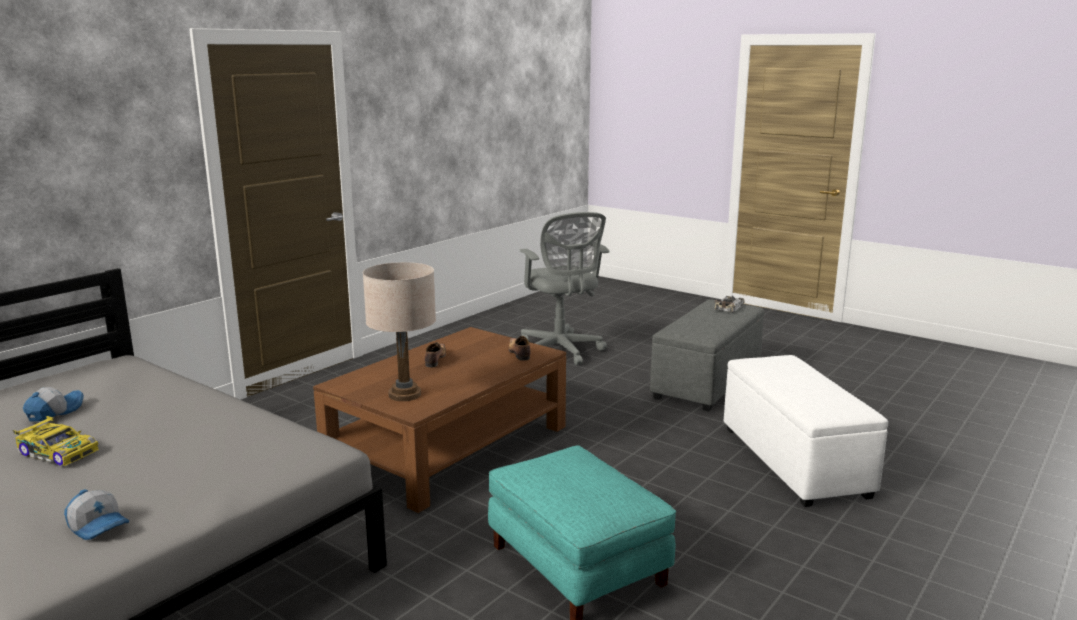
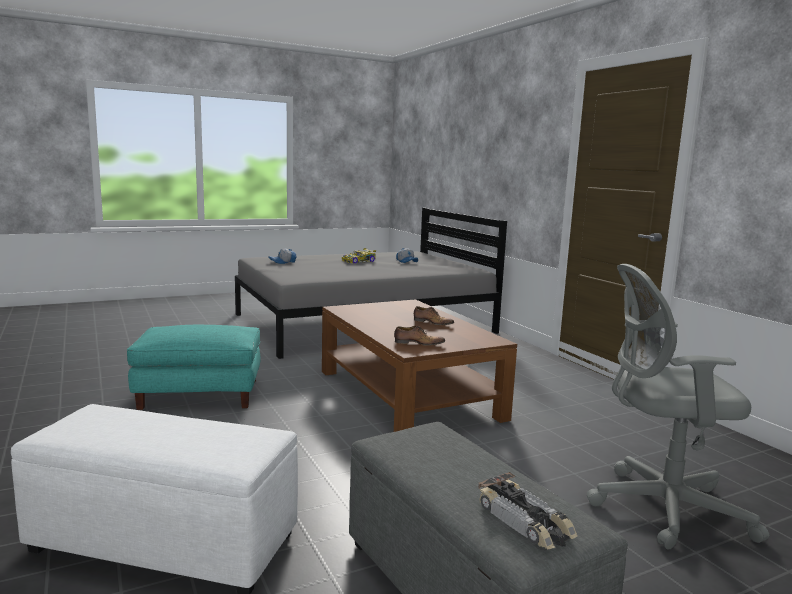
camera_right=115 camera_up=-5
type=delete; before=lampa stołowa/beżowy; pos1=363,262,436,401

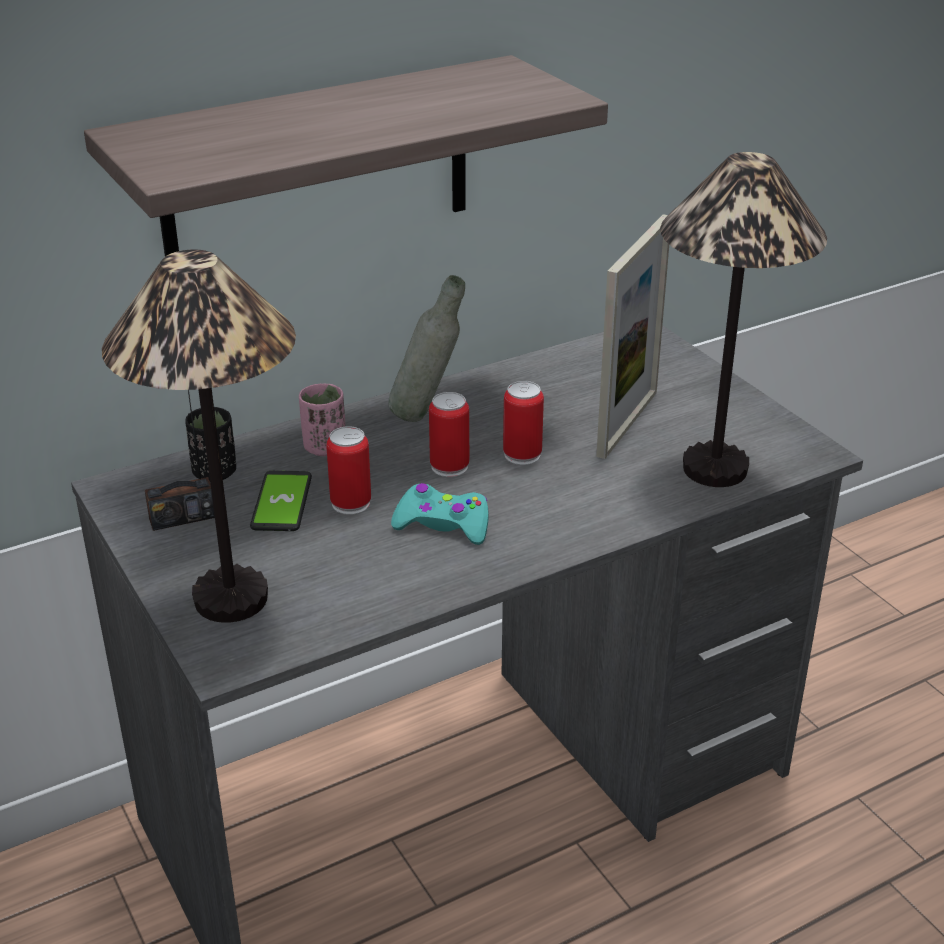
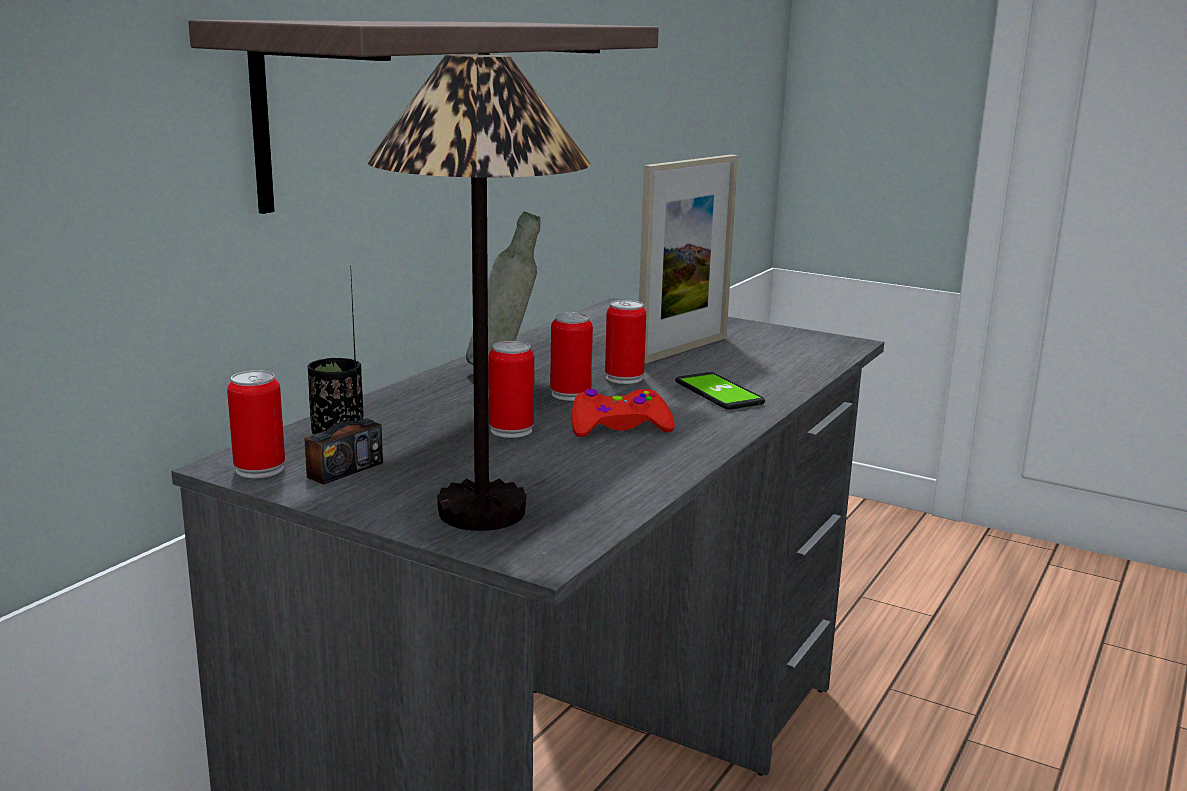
camera_right=-30 camera_up=-15
type=insert; after=puszka; pos2=227,370,285,478
type=recolor; before=pad do gier/turkusowy; after=pad do gier/czerwony; pos1=391,483,489,545; pos2=572,389,675,437
type=rotate; before=ramka na zdjęcie; pos1=596,214,669,459; pos2=639,155,738,364; turn=45
type=move; before=telefon; pos1=250,471,312,531; pos2=675,372,765,410
type=delete; before=filiżanka/różowy; pos1=299,383,346,456
type=delete; before=lampa stołowa; pos1=660,152,827,487

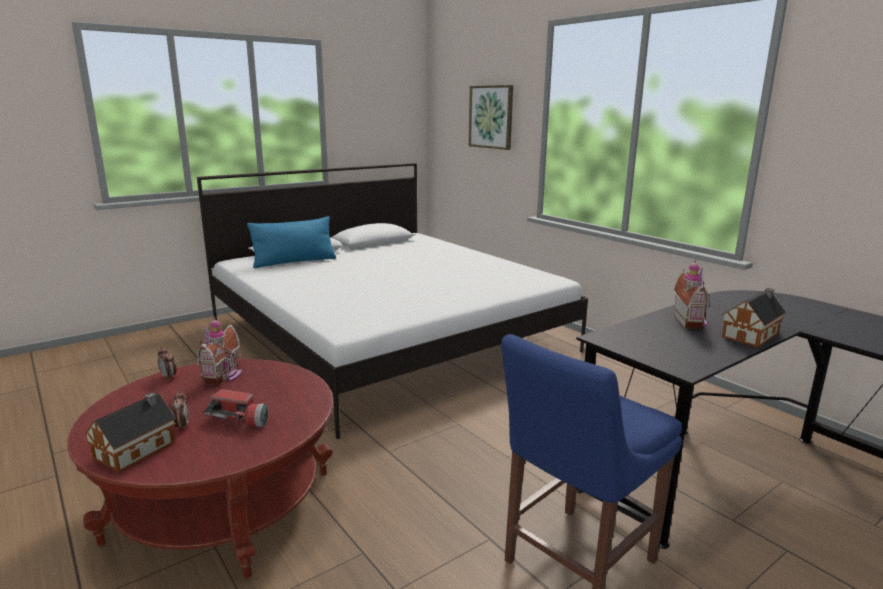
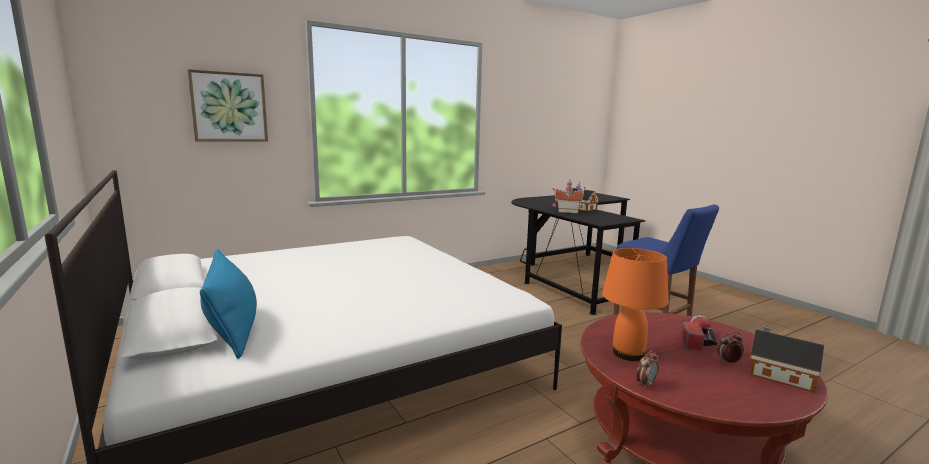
camera_right=-85 camera_up=-5
type=replace; before=domek; after=lampa stołowa/pomarańczowy; pos1=197,316,242,385; pos2=602,248,669,361

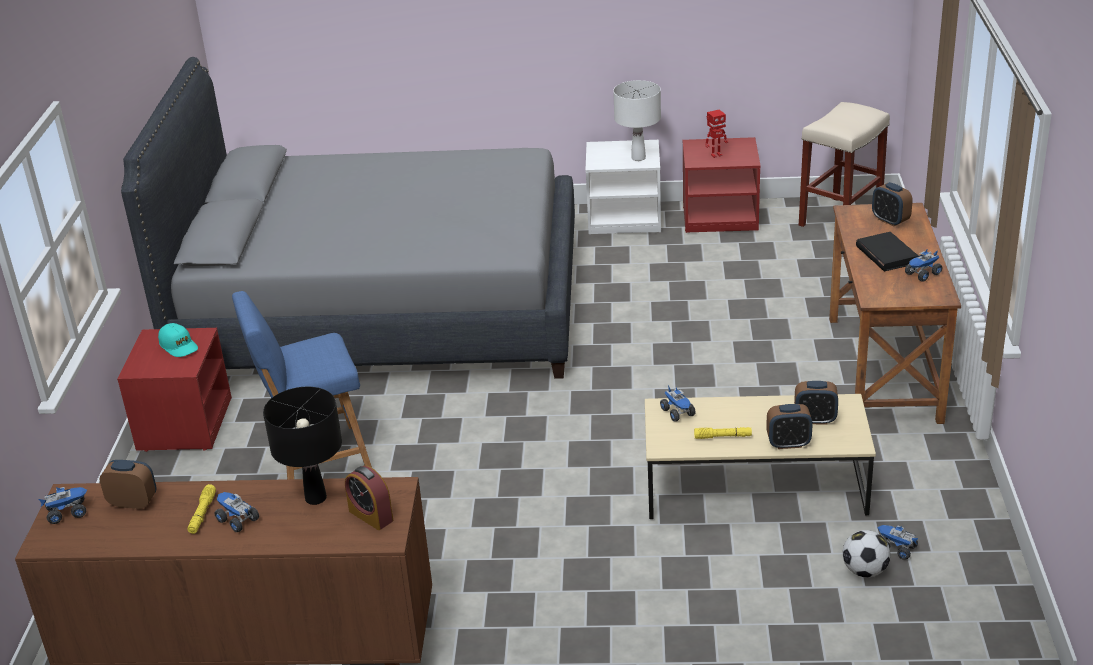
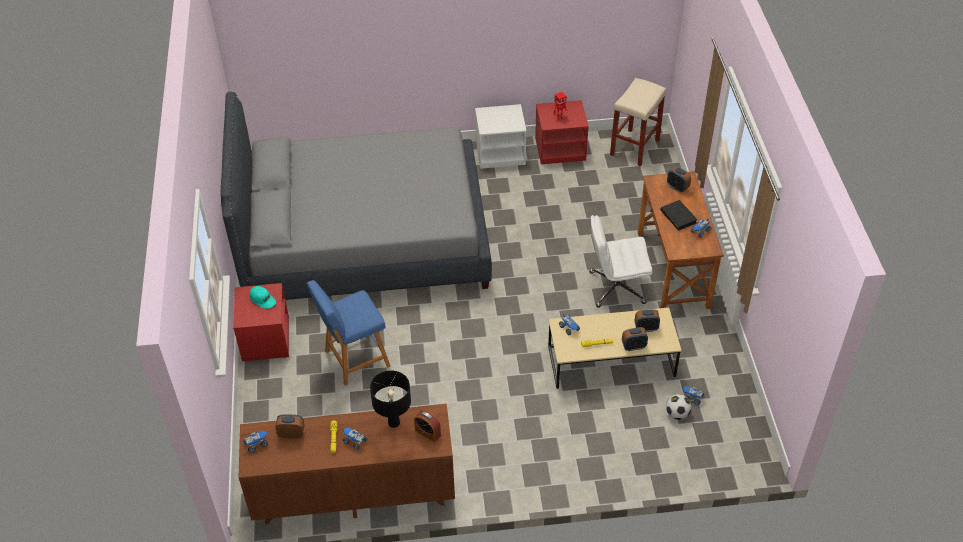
camera_right=-10 camera_up=15
type=insert; after=krzesło biurowe/biały; pos2=589,215,653,307
type=delete; before=lampa stołowa/biały; pos1=613,80,661,161

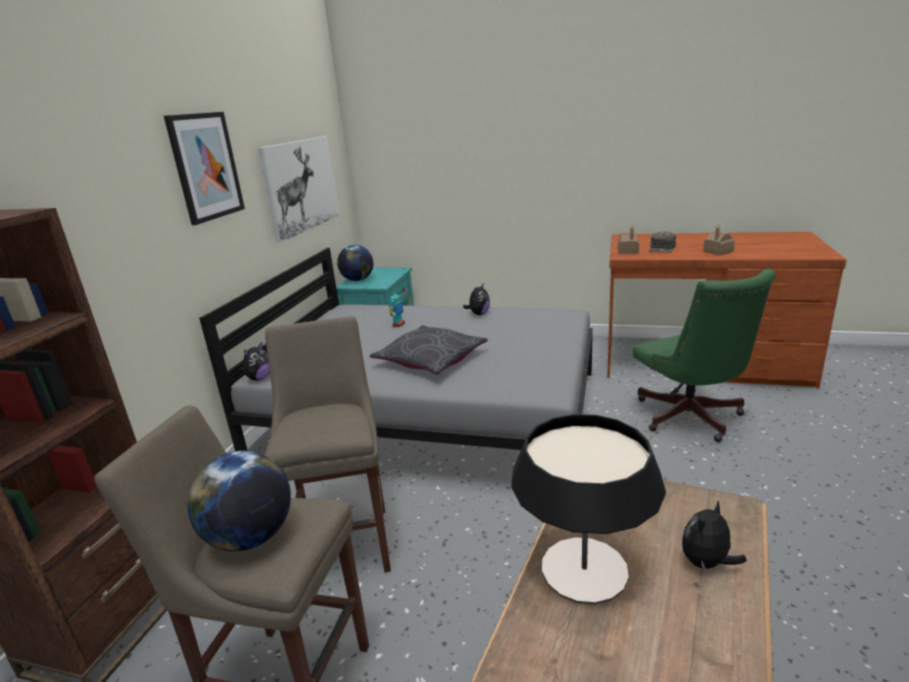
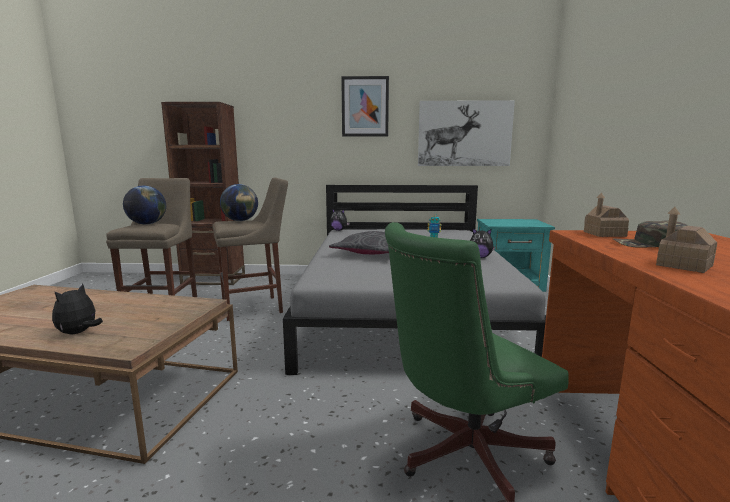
camera_right=75 camera_up=-10
type=rotate; before=pluszak; pos1=682,501,747,573; pos2=52,284,103,334; turn=-105
type=move; before=globus; pos1=337,245,373,281; pos2=220,184,258,221
type=delete; before=lampa stołowa; pos1=511,414,666,604

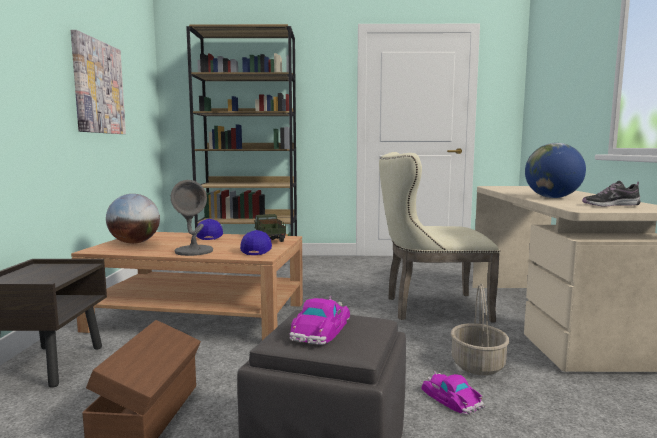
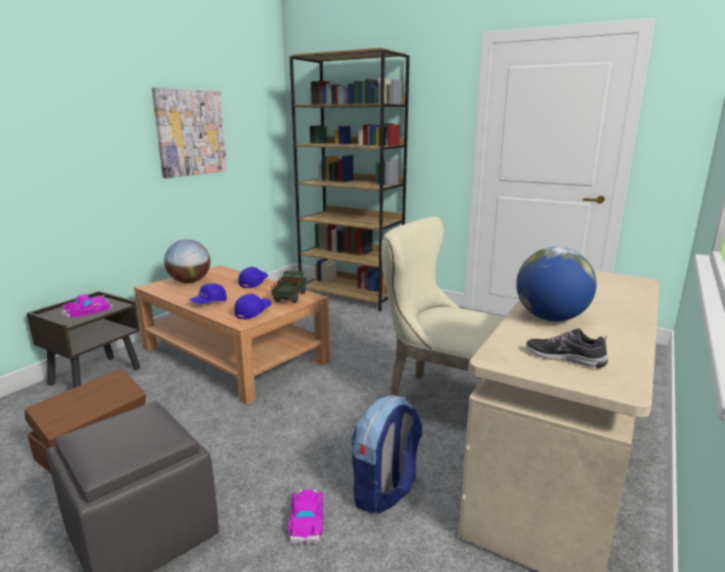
camera_right=30 camera_up=10
type=move; before=samochodzik; pos1=289,296,350,345; pos2=61,295,113,318
type=replace; before=lampa stołowa/szary; after=czapka z daszkiem/niebieski; pos1=171,180,213,256; pos2=188,283,227,304
type=replace; before=koszyk; after=plecak; pos1=451,283,509,375; pos2=351,395,422,514

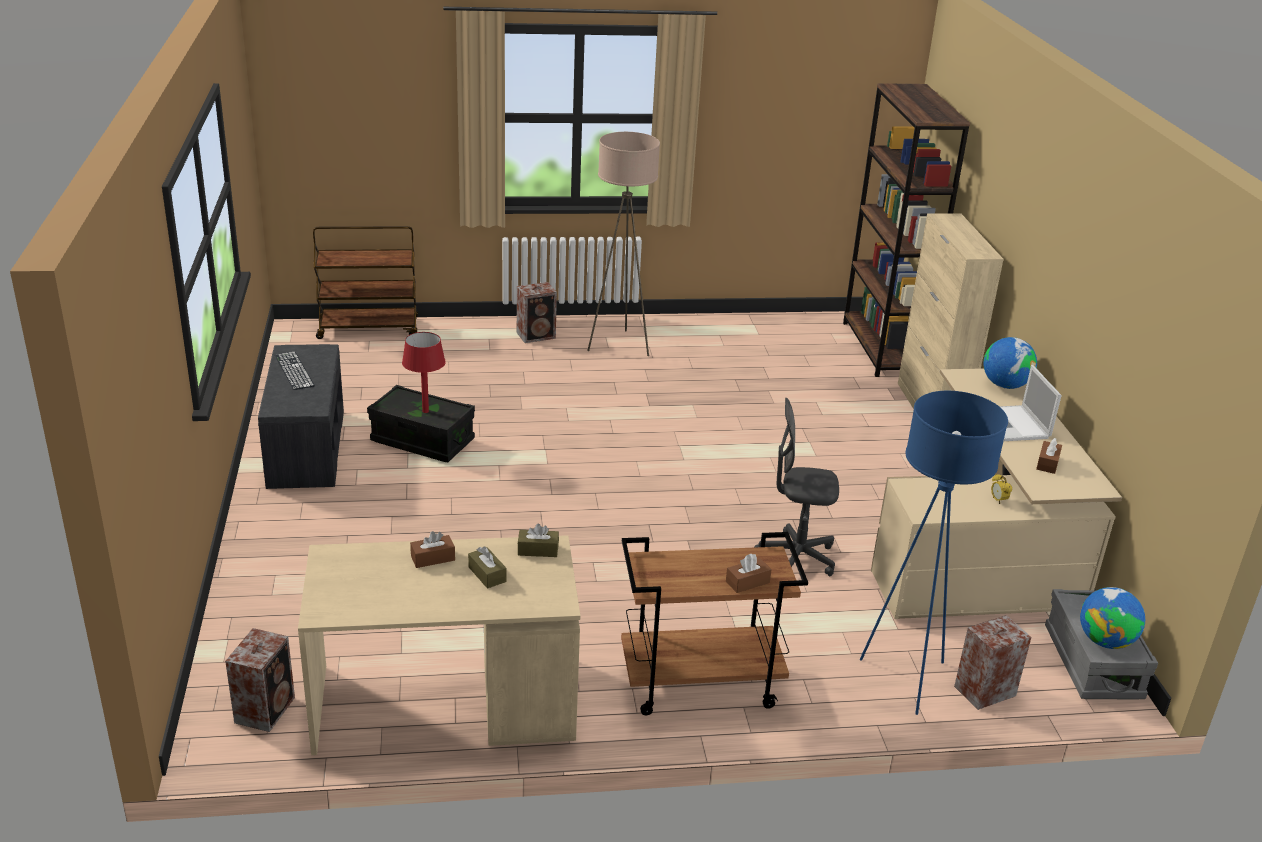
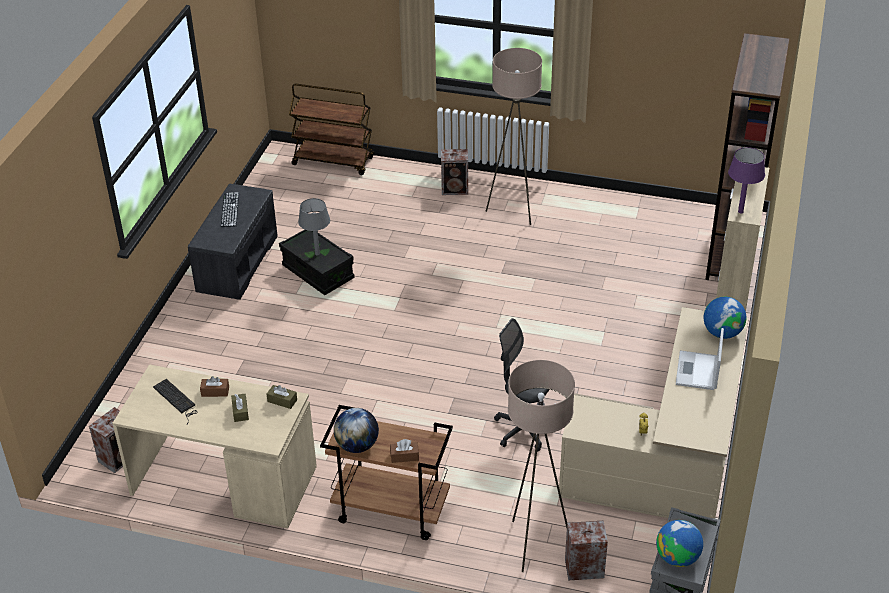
camera_right=25 camera_up=10
type=insert; after=klawiatura; pos2=153,379,198,425
type=recolor; before=lampa stołowa/czerwony; after=lampa stołowa/szary; pos1=402,332,446,413; pos2=298,198,330,256
type=insert; after=globus; pos2=334,408,379,453
type=recolor; before=lampa stojąca/niebieski; after=lampa stojąca/beżowy; pos1=860,391,1008,715; pos2=508,360,575,572
type=insert; after=lampa stołowa/fioletowy; pos2=728,147,765,213
type=delete; before=pudełko chusteczek/brązowy; pos1=1036,438,1062,474

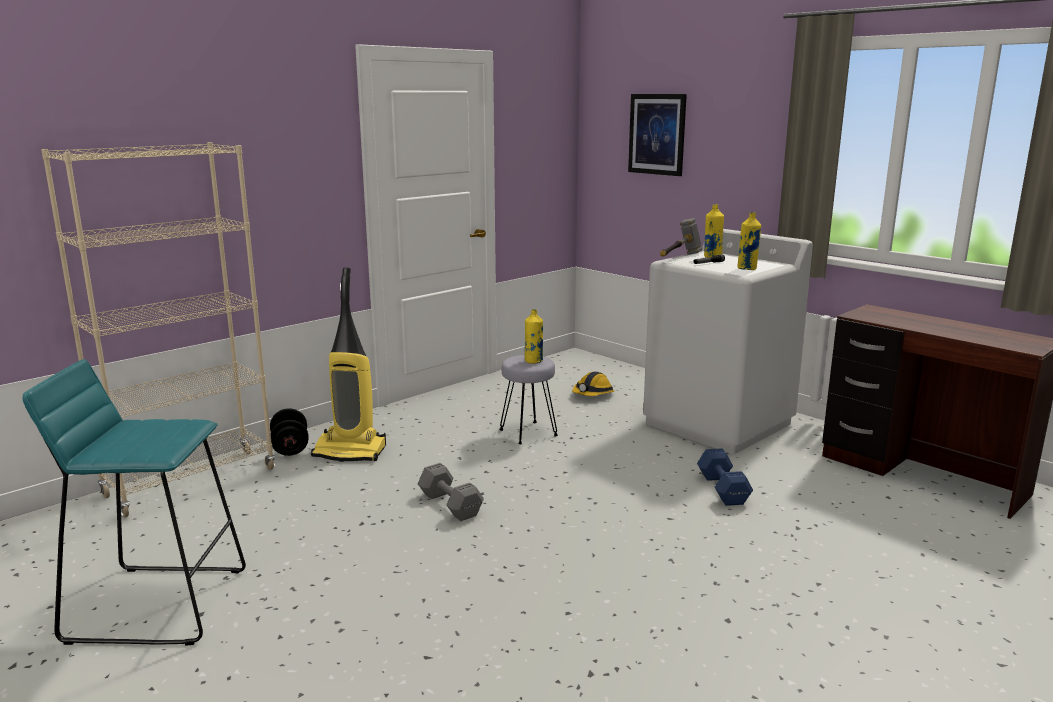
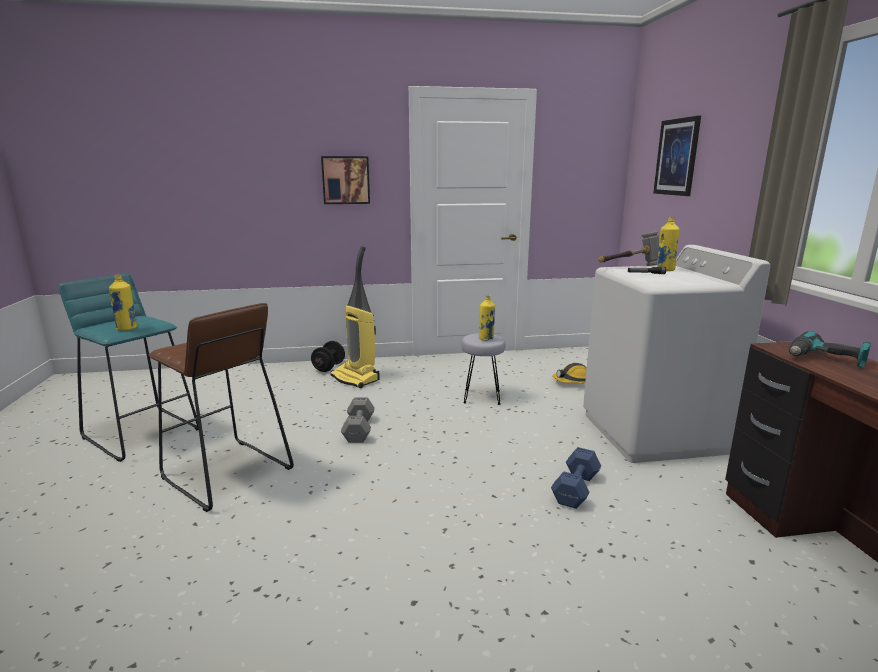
camera_right=35 camera_up=0
type=move; before=butelka/żółty; pos1=738,212,761,270; pos2=109,275,137,331
type=insert; after=stołek/brązowy; pos2=149,303,294,512
type=insert; after=obraz; pos2=321,156,370,204
type=insert; after=wiertarka; pos2=789,331,871,368
type=delete; before=regał/beżowy; pos1=41,142,275,518

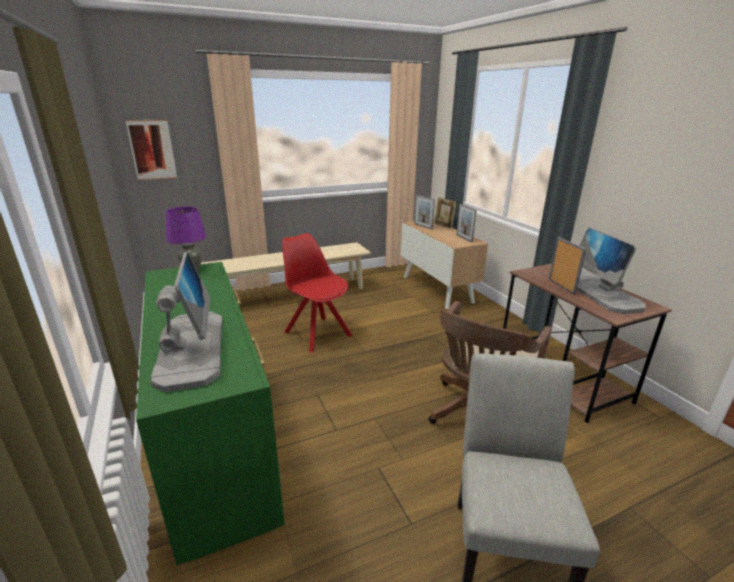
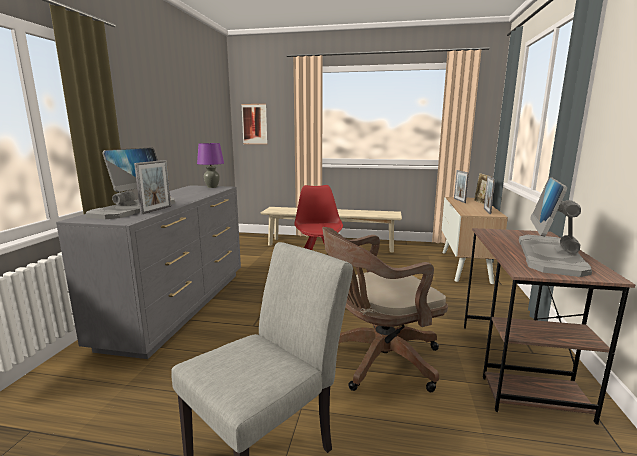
camera_right=35 camera_up=-10
type=recolor; before=komoda/zielony; after=komoda/szary; pos1=136,262,285,566; pos2=56,185,241,359
type=move; before=ramka na zdjęcie; pos1=549,237,587,295; pos2=134,160,171,214

